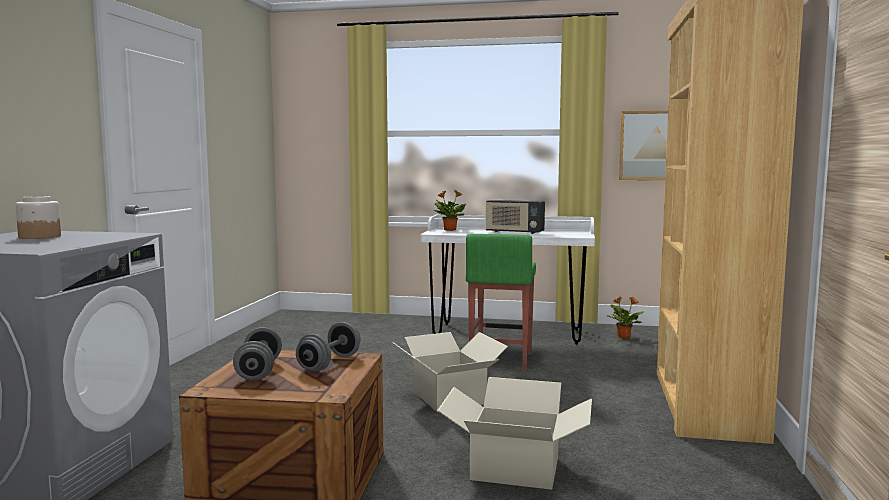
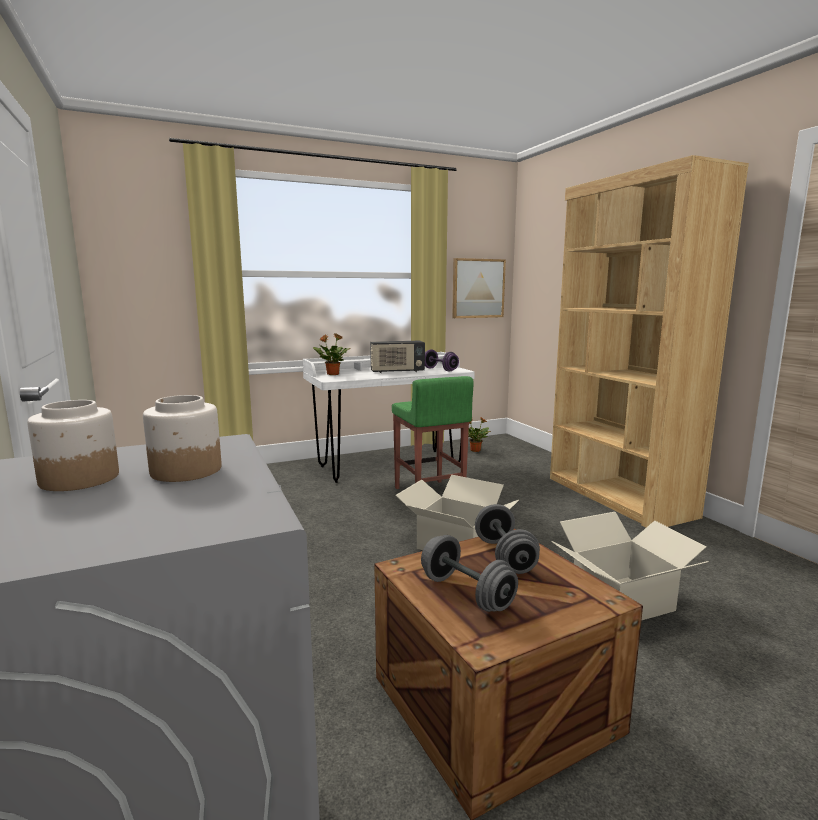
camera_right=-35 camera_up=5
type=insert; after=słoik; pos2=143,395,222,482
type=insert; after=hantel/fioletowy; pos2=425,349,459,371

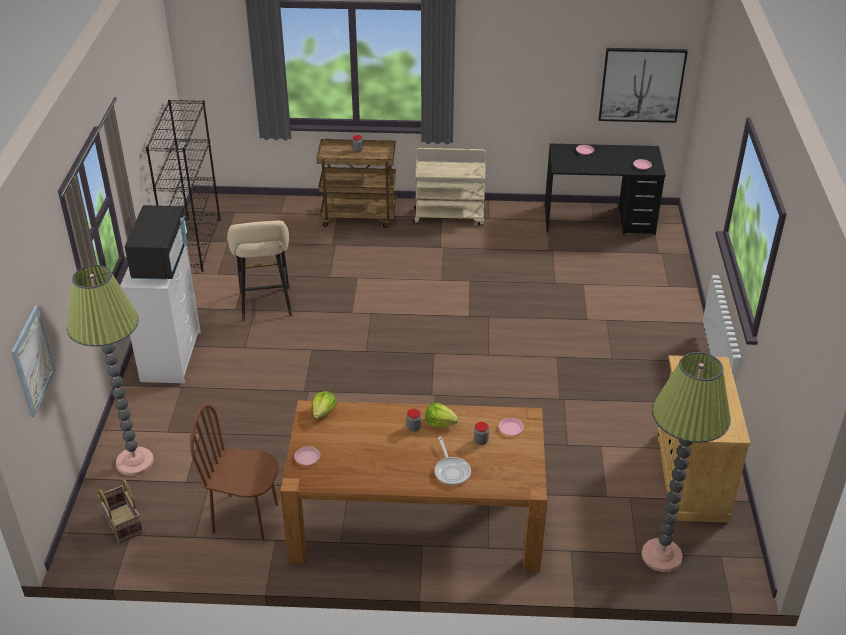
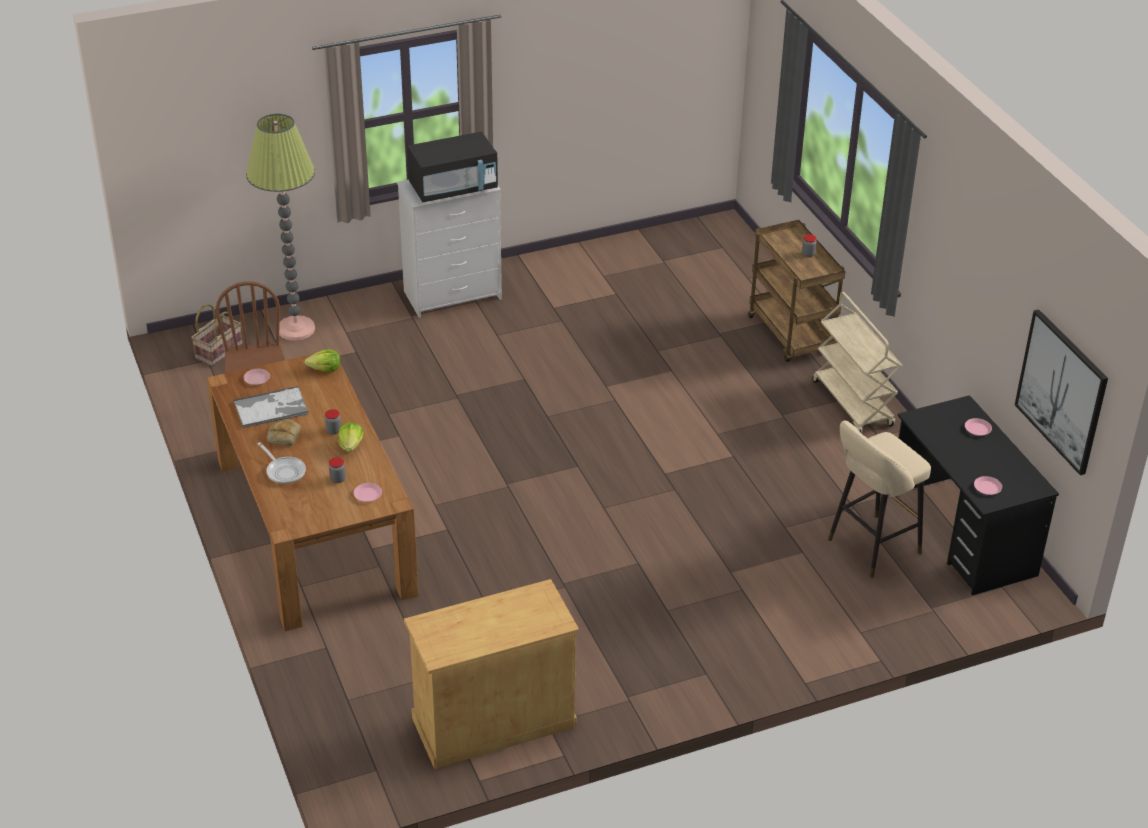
camera_right=65 camera_up=0
type=insert; after=taca; pos2=233,386,309,428
type=rotate; before=patelnia; pos1=435,437,471,485; pos2=257,442,306,484; turn=-90
type=insert; after=chleb; pos2=267,419,301,446
type=move; before=stołek/beżowy; pos1=227,221,292,321; pos2=828,420,931,578
type=delete; before=obraz; pos1=11,306,56,417
type=delete; before=regał/czarny; pos1=146,100,221,272
type=delete; before=lampa stojąca; pos1=641,352,731,572

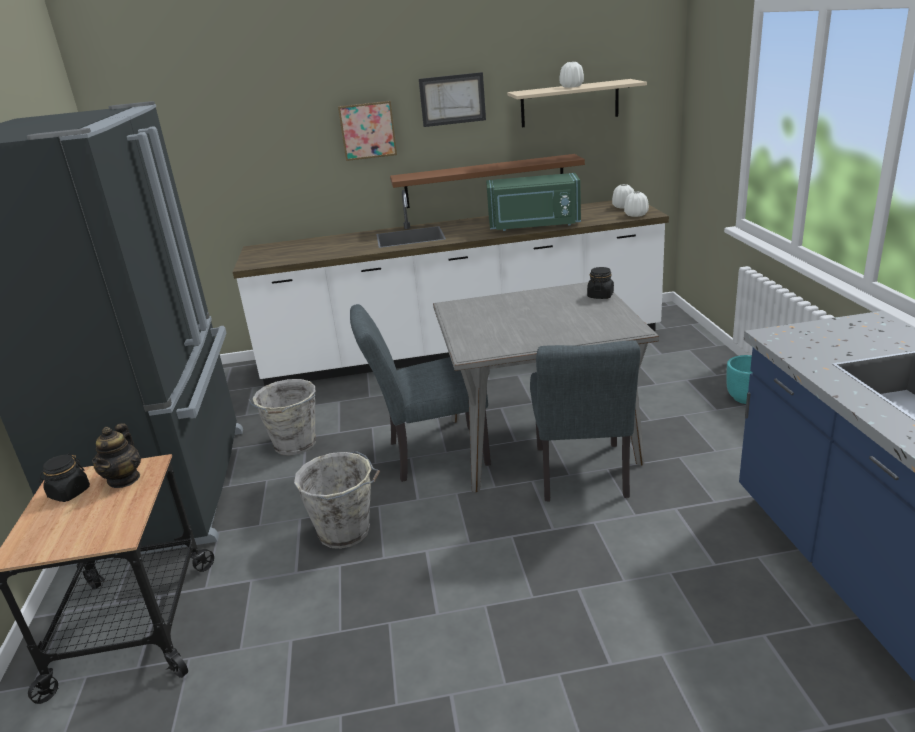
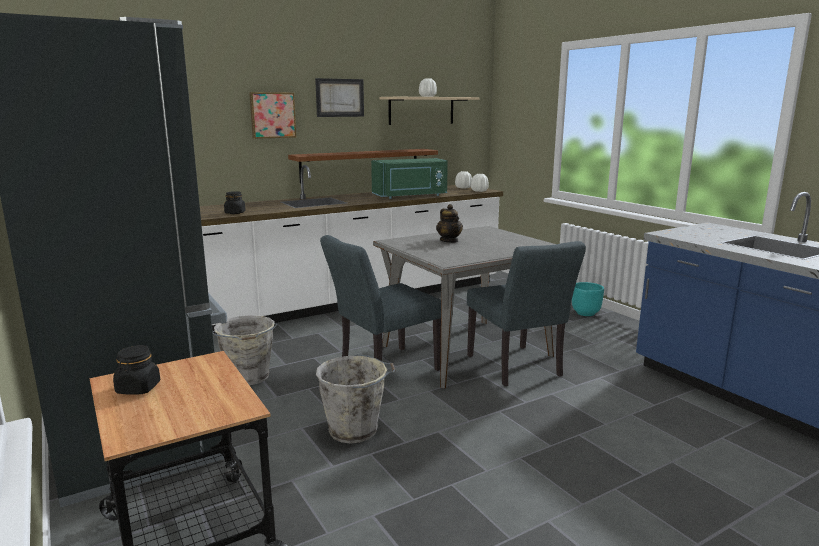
camera_right=-25 camera_up=-10
type=move; before=słoik/czarny; pos1=587,267,614,299; pos2=224,191,246,214
type=move; before=imbryk; pos1=92,424,141,488; pos2=436,204,463,243

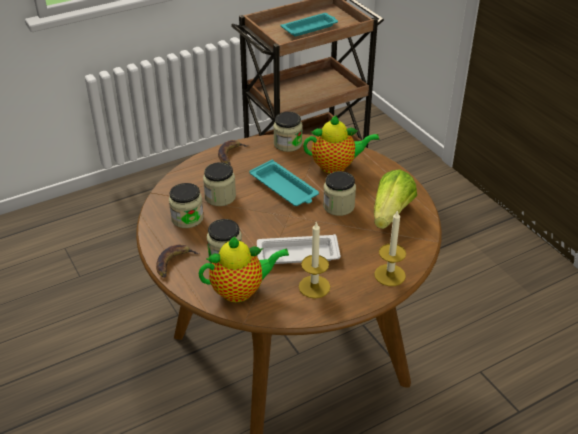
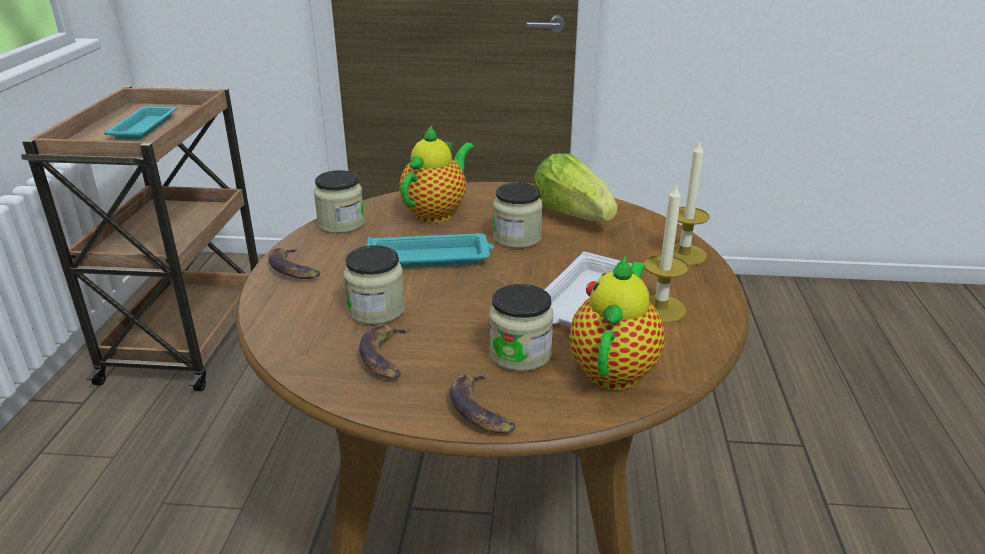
camera_right=-55 camera_up=-10
type=replace; before=słoik; after=banan; pos1=169,183,204,228; pos2=359,325,410,378

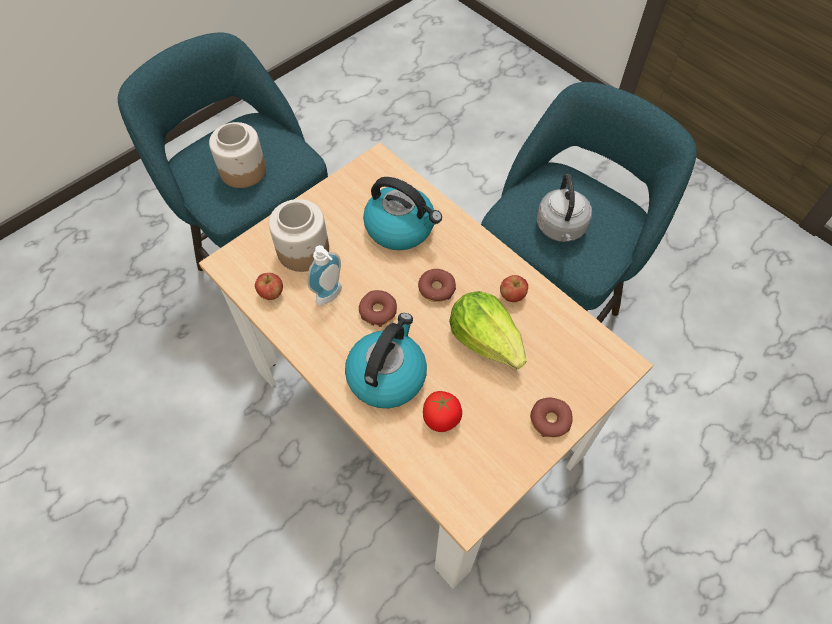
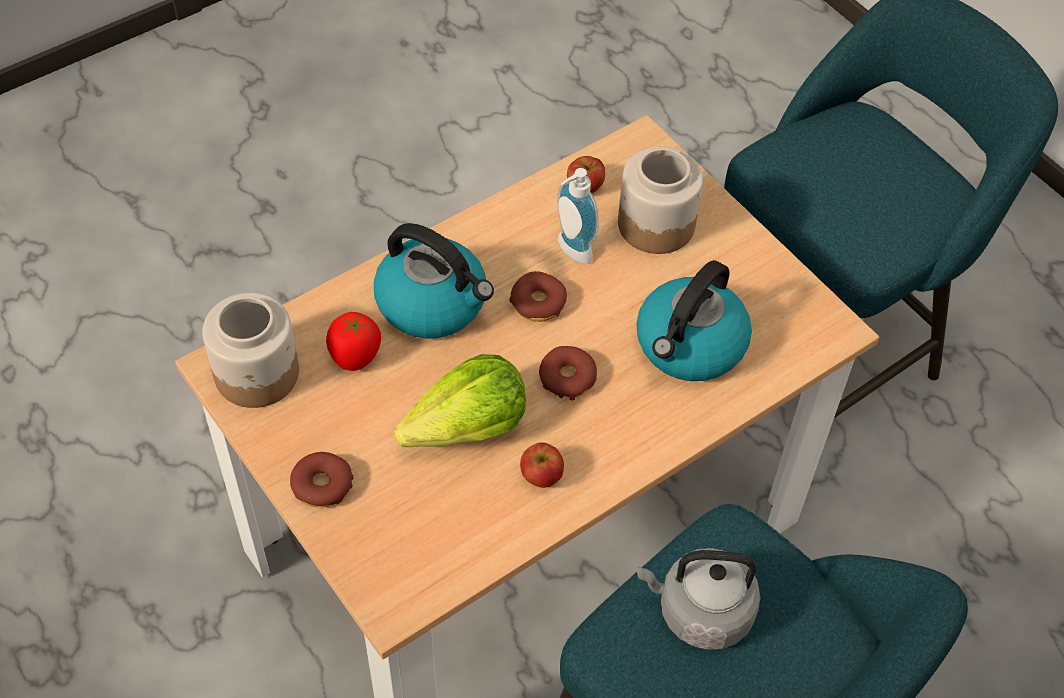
camera_right=95 camera_up=-5
type=move; before=słoik; pos1=209,122,266,188; pos2=202,293,299,408

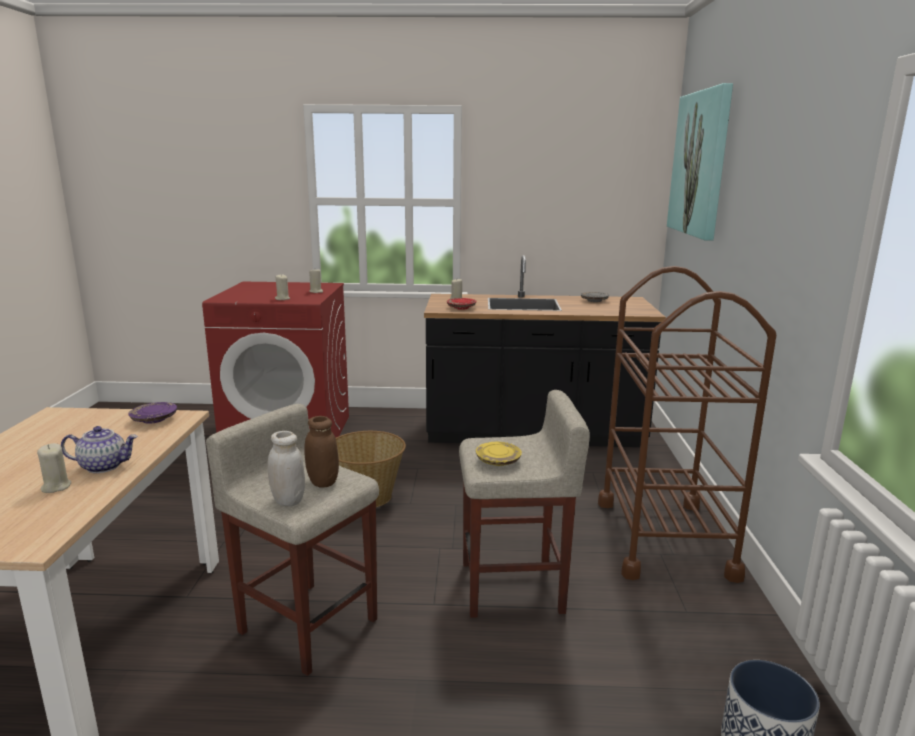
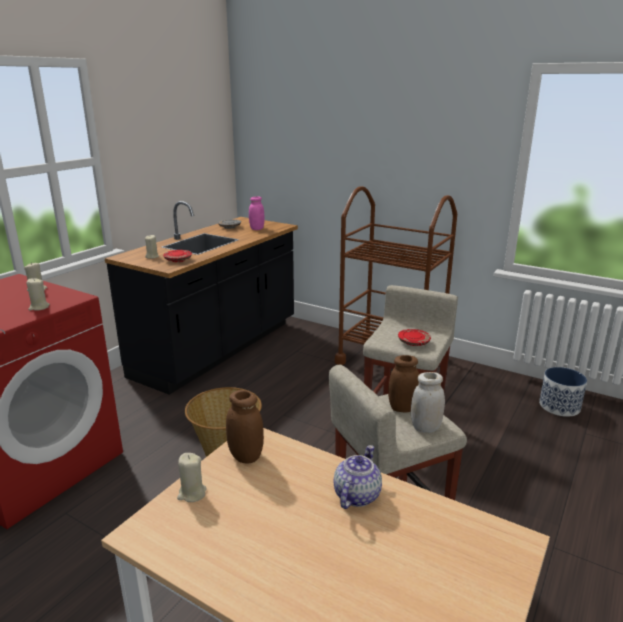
camera_right=-60 camera_up=5
type=move; before=świeca/beżowy; pos1=37,443,71,493; pos2=177,453,207,502
type=replace; before=talerz/fioletowy; after=słoik/brązowy; pos1=128,402,177,424; pos2=226,390,264,464
type=insert; after=słoik/różowy; pos2=249,196,264,230
type=recolor; before=talerz/żółty; after=talerz/czerwony; pos1=476,442,522,466; pos2=398,329,431,346
type=delete; before=obraz; pos1=667,83,733,240

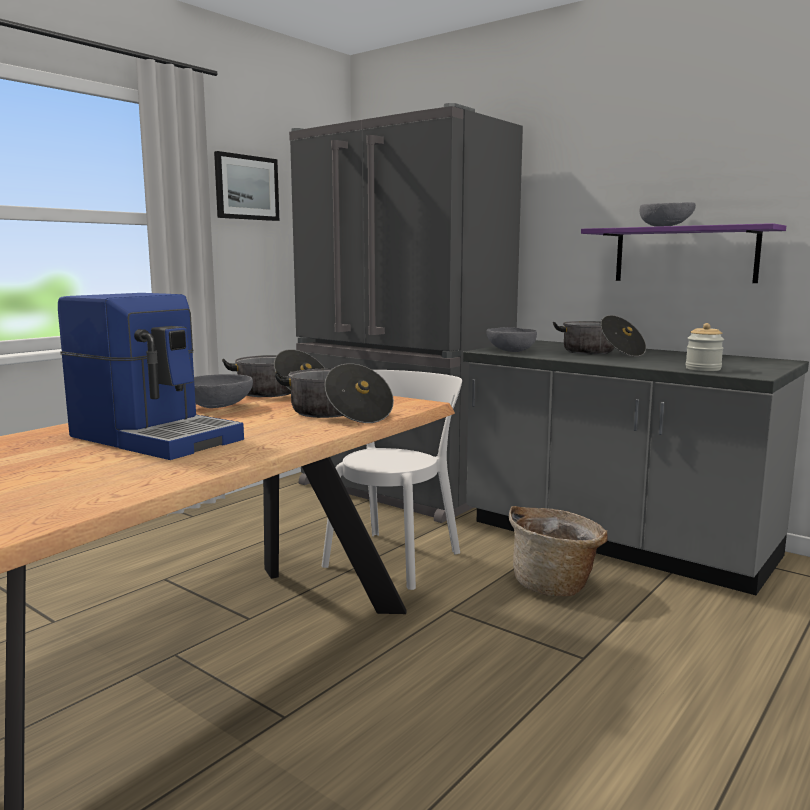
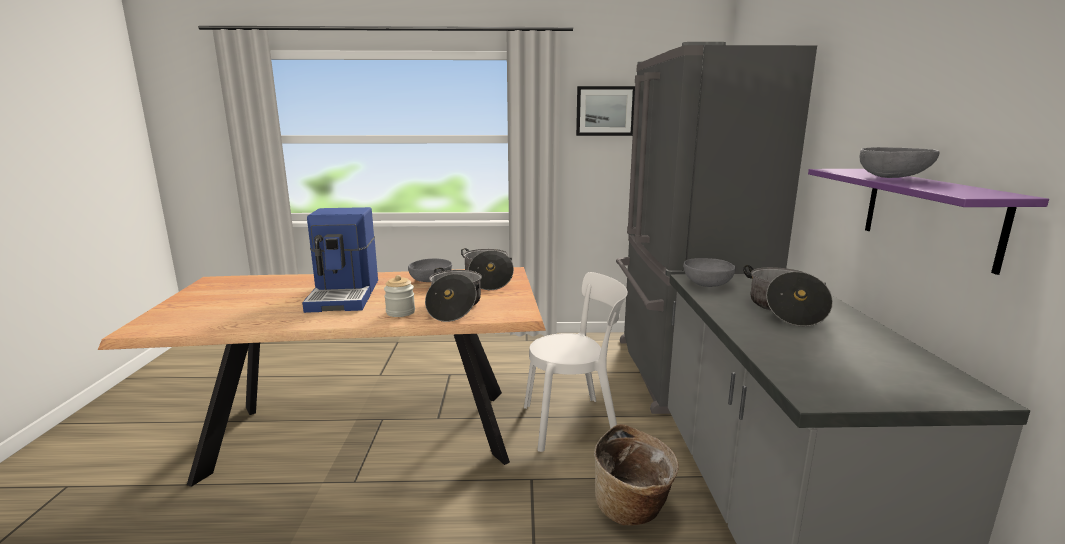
camera_right=50 camera_up=5
type=move; before=słoik; pos1=685,323,724,371; pos2=384,275,415,317

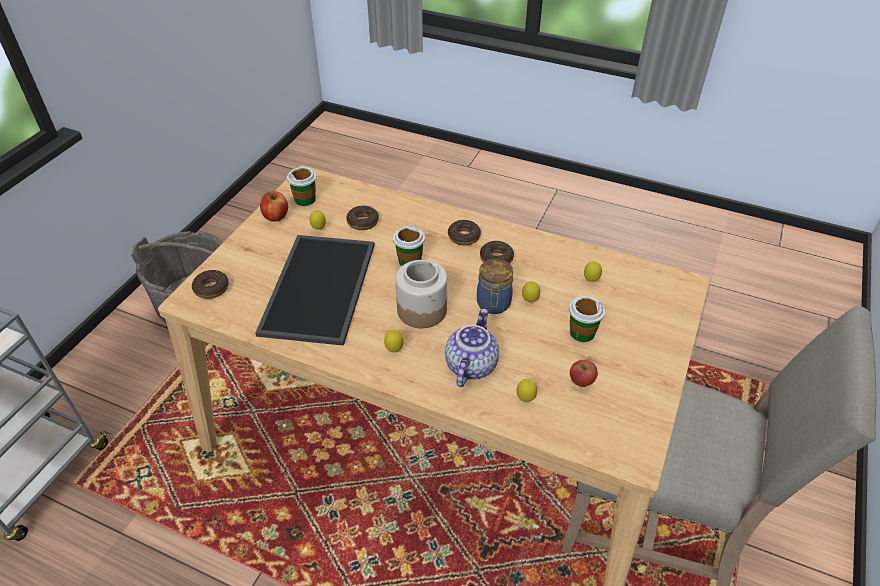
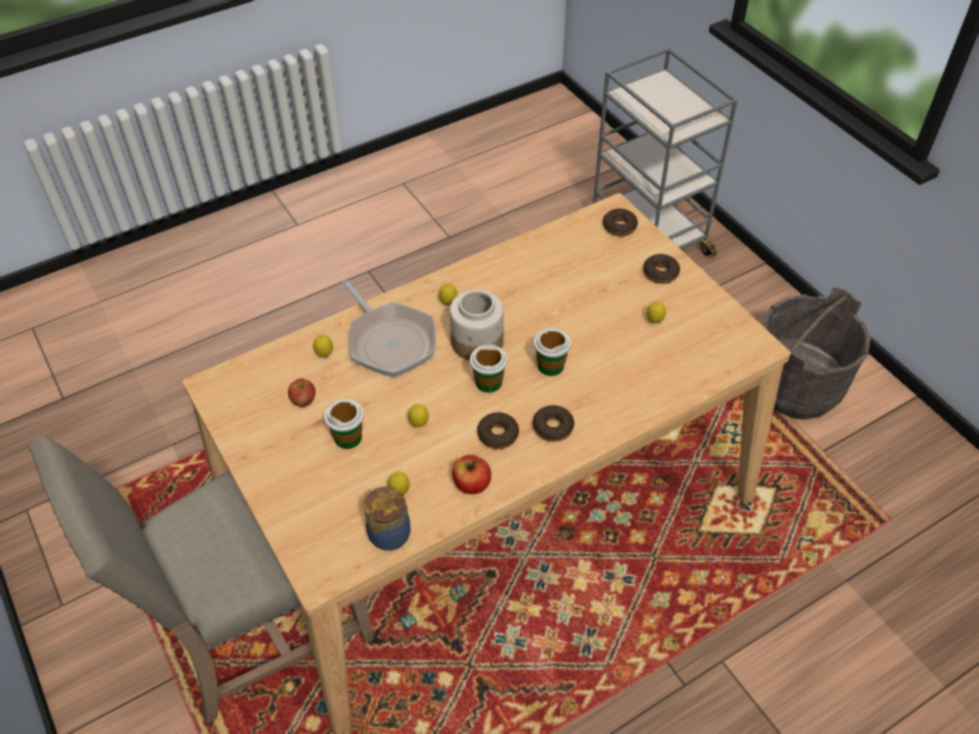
camera_right=125 camera_up=5
type=replace; before=imbryk; after=patelnia; pos1=445,309,499,387; pos2=341,279,436,377
type=move; before=słoik; pos1=477,259,513,314; pos2=364,486,410,551
type=move; before=jabłko; pos1=260,191,288,221; pos2=452,455,491,494
type=move; before=filiżanka; pos1=287,167,317,206; pos2=470,343,507,393
type=move; before=donut; pos1=346,206,379,230; pos2=643,254,680,284
type=delete; before=taca; pos1=255,235,375,346

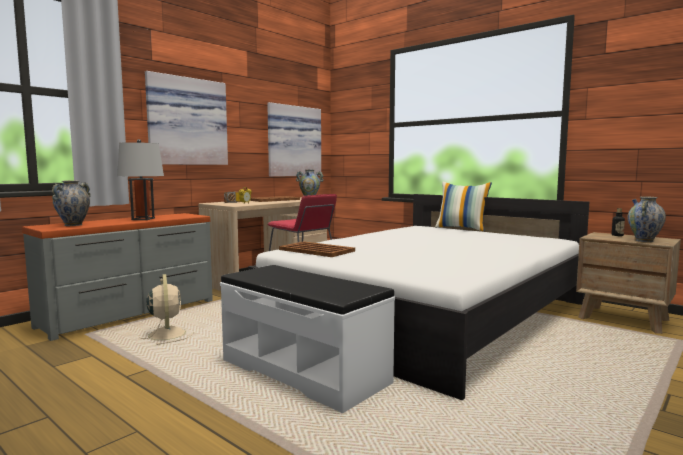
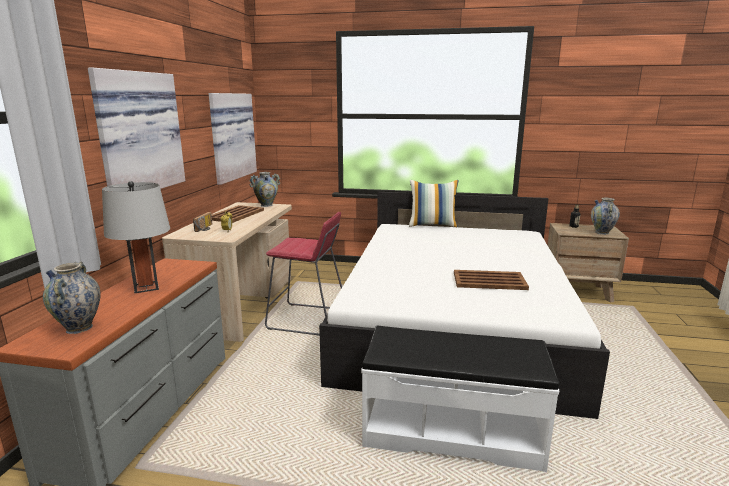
camera_right=-30 camera_up=10
type=move; before=taca/brązowy; pos1=279,241,355,257; pos2=454,270,529,290
type=delete; before=wentylator/beżowy; pos1=139,274,194,345

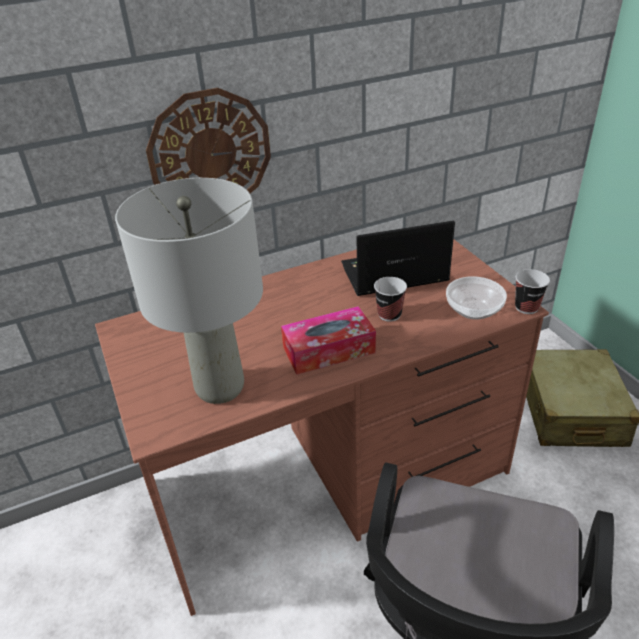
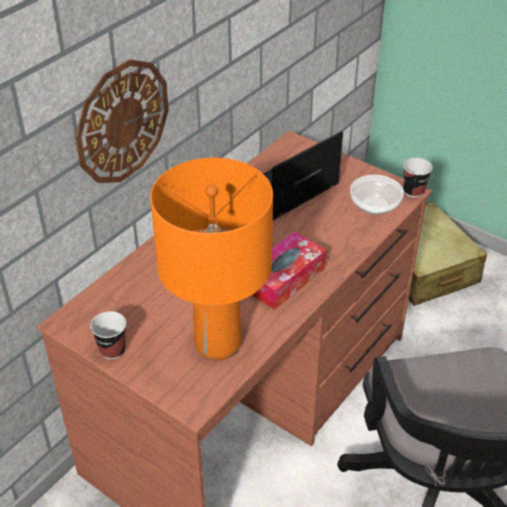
camera_right=-30 camera_up=5
type=move; before=filiżanka; pos1=374,277,407,322; pos2=90,311,126,359
type=recolor; before=lampa stołowa/szary; after=lampa stołowa/pomarańczowy; pos1=115,178,263,404; pos2=150,158,273,360

